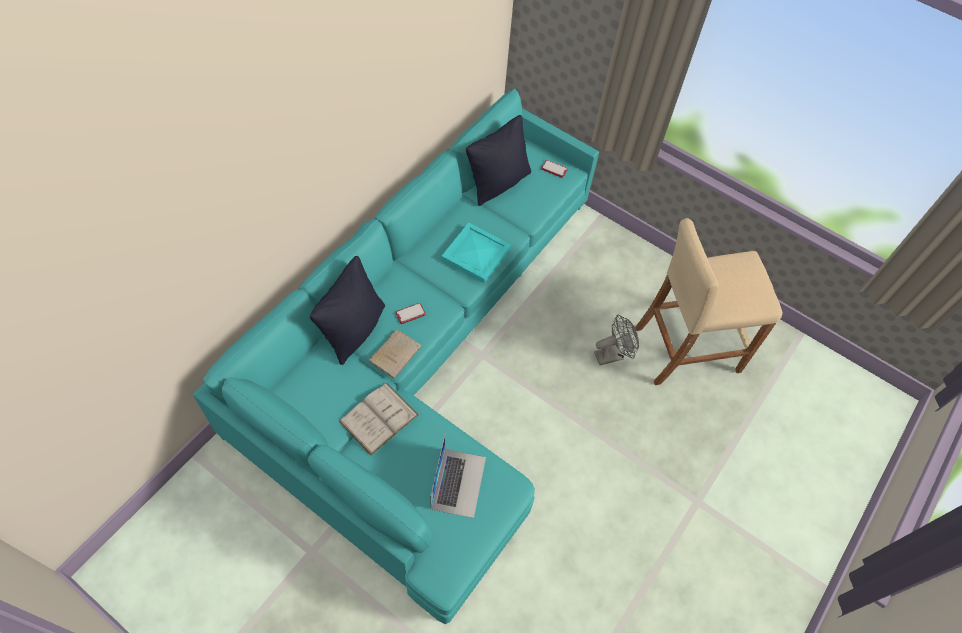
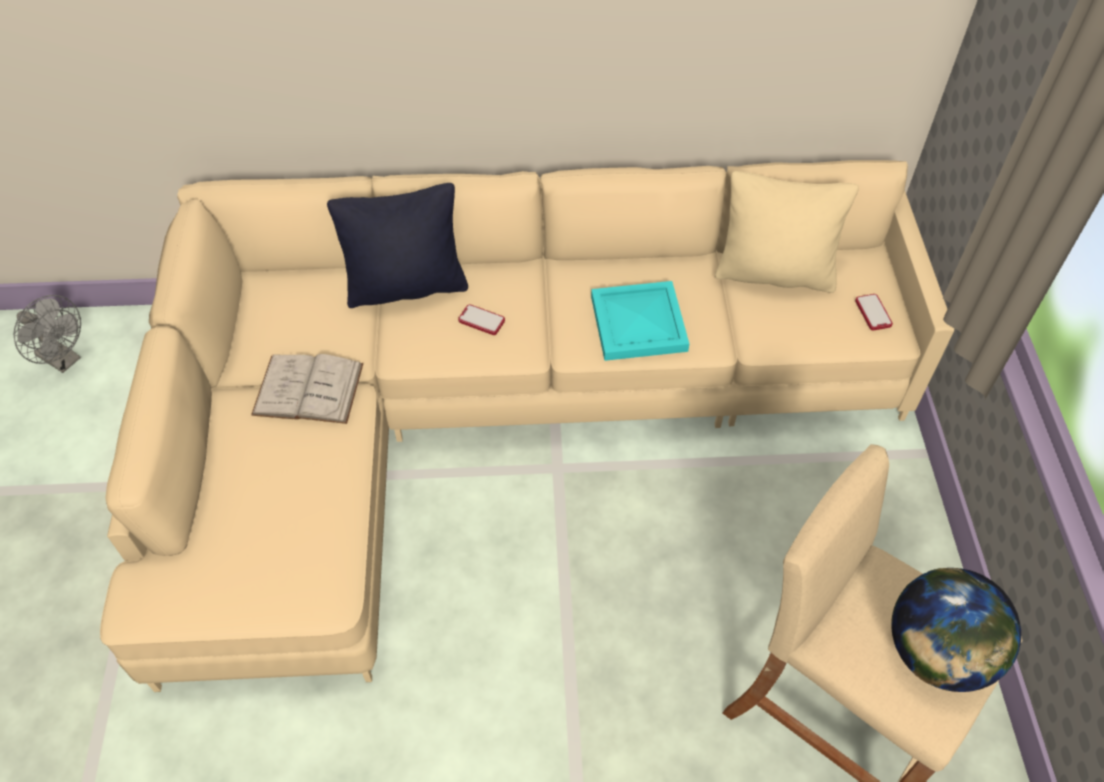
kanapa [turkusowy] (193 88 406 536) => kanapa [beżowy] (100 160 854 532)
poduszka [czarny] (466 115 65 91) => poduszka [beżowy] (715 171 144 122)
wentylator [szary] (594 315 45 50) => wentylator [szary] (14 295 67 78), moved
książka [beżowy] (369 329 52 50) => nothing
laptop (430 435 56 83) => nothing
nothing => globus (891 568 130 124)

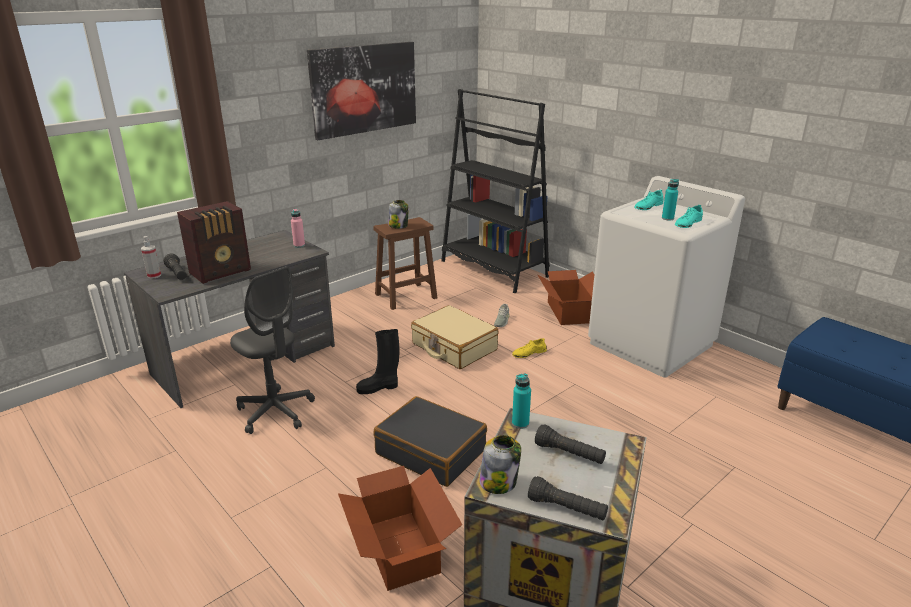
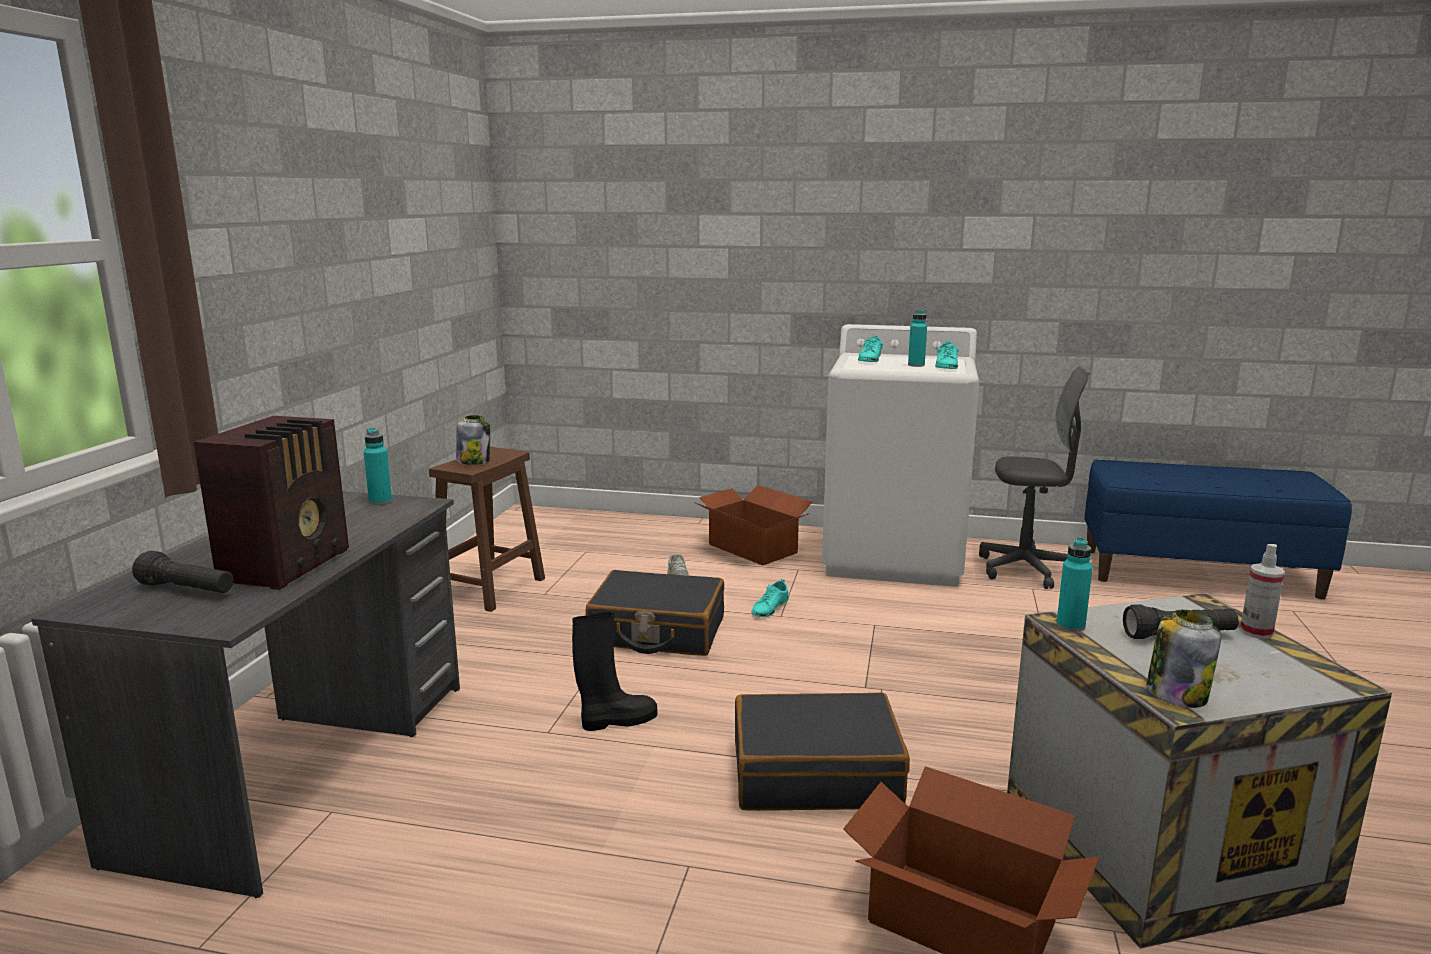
obraz (307 42 109 98) => nothing
regał [czarny] (441 89 109 204) => nothing
butelka [różowy] (291 208 14 40) => butelka [turkusowy] (364 428 28 77)
spryskiwacz (141 236 20 43) => spryskiwacz (1240 544 45 95), moved
krzesło biurowe [szary] (230 266 85 168) => krzesło biurowe [szary] (979 366 111 223), moved
walizka [beżowy] (411 305 87 64) => walizka [czarny] (585 570 139 86)
but z cholewką [czarny] (356 329 43 65) => but z cholewką [czarny] (572 612 85 119), 150 degrees counterclockwise
but [żółty] (512 338 35 20) => but [turkusowy] (751 579 38 38)
latarka [czarny] (528 476 80 44) => nothing

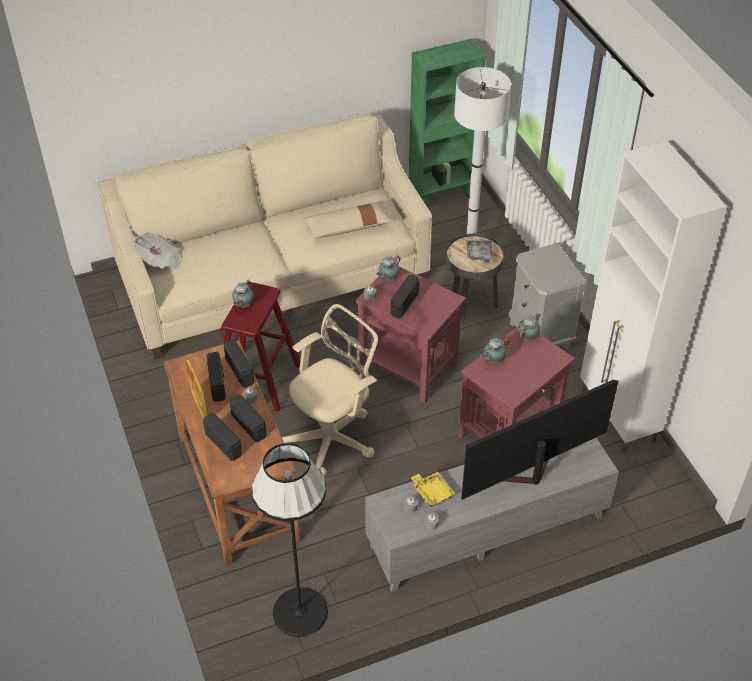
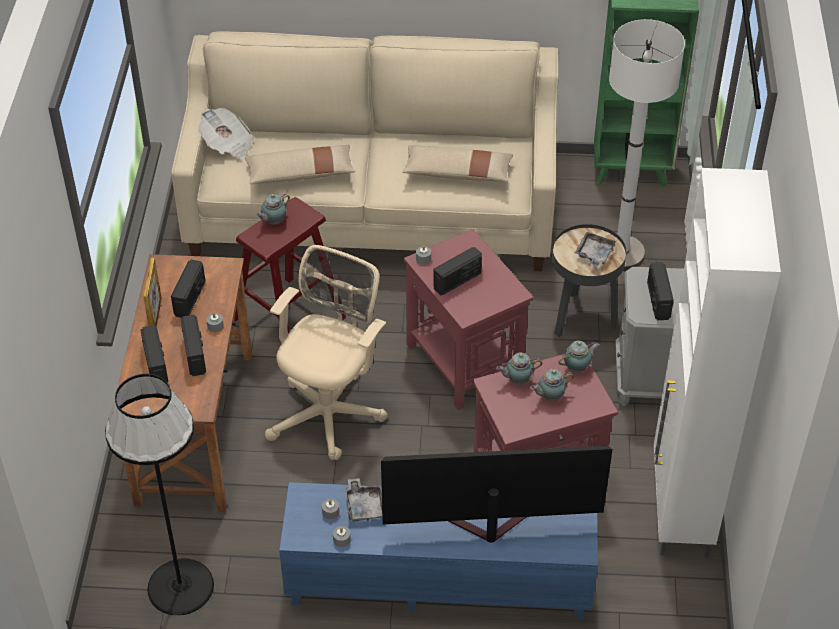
imbryk (376 256 25 25) => imbryk (530 369 44 33), moved
krzesło biurowe [beżowy] (282 304 96 172) => krzesło biurowe [beżowy] (265 245 123 215), 45 degrees counterclockwise
radio (224 340 30 48) => radio (647 262 27 58), moved
szafka pod telewizor [szary] (365 438 254 154) => szafka pod telewizor [niebieski] (279 482 319 138)
taca [żółty] (411 472 44 35) => taca [szary] (345 478 37 44)
nothing => poduszka [beżowy] (245 145 110 39)

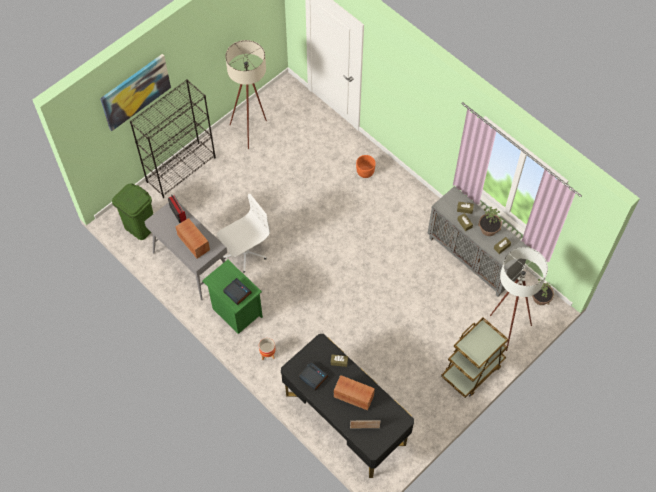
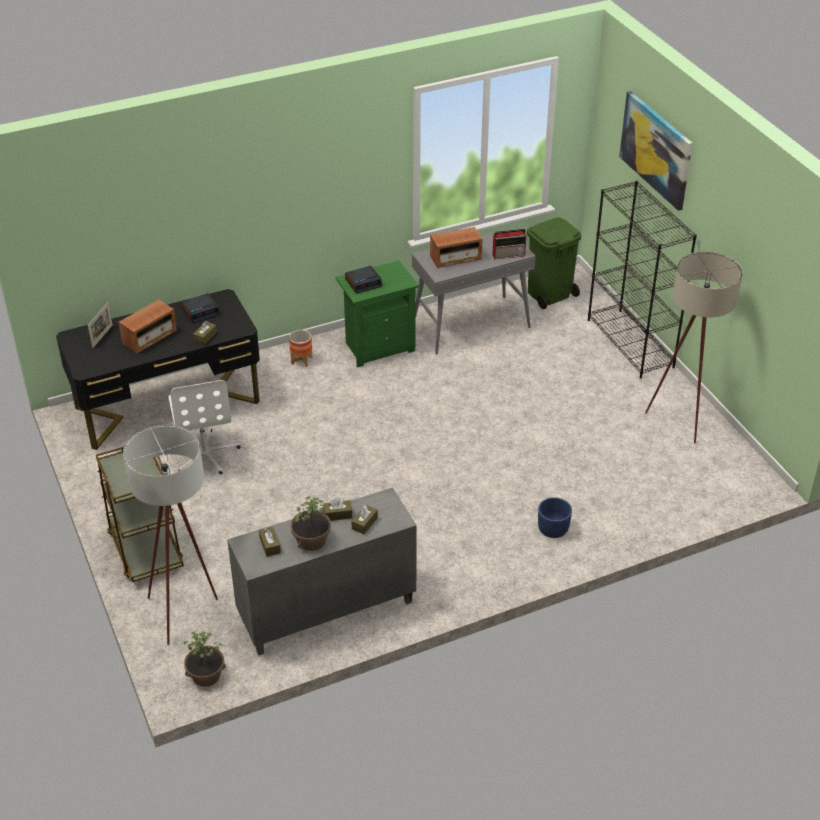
donica [pomarańczowy] (356 155 20 23) => donica [niebieski] (538 497 34 41)
krzesło biurowe [biały] (217 194 53 79) => krzesło biurowe [biały] (168 380 73 95), moved

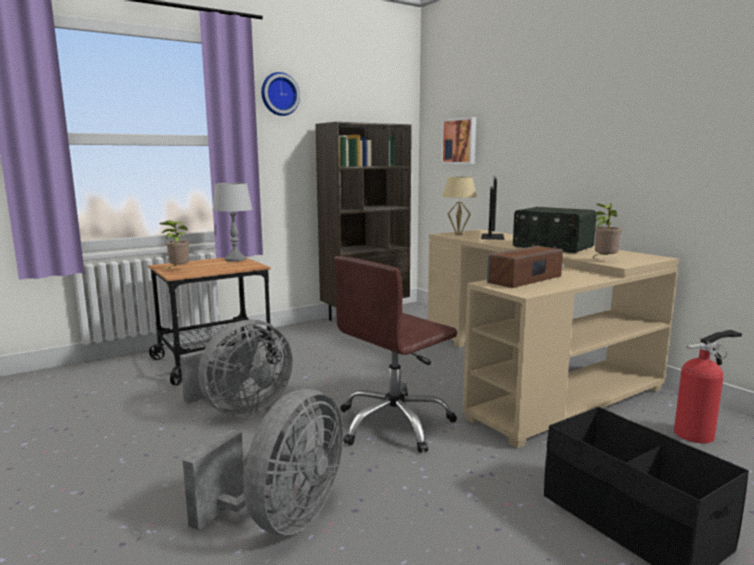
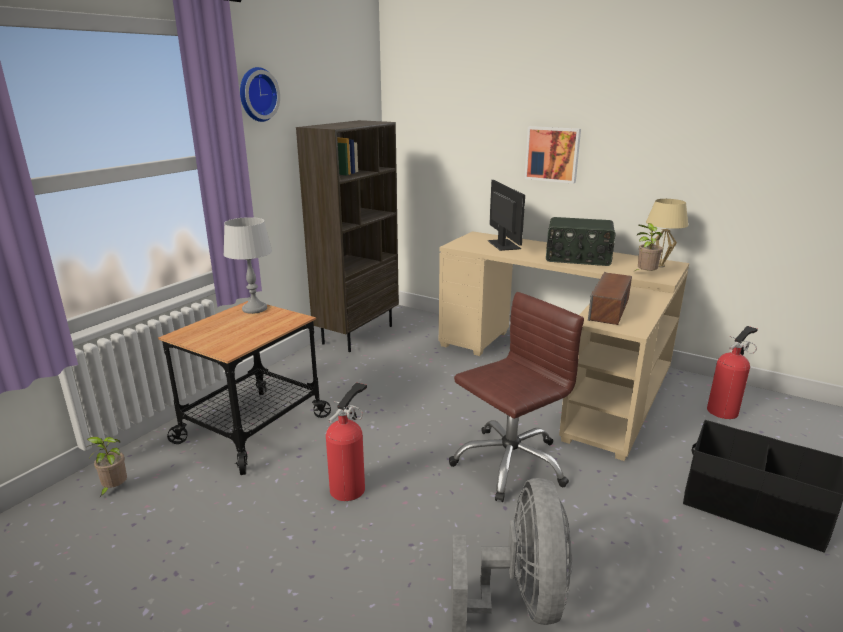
obraz (441 117 35 47) => obraz (524 126 57 58), moved
lampa stołowa [beżowy] (442 177 35 58) => lampa stołowa [beżowy] (646 199 42 68), moved
roślina doniczkowa (159 220 30 50) => roślina doniczkowa (87 437 40 61), moved
krzesło biurowe [brązowy] (334 256 123 197) => krzesło biurowe [brązowy] (449 292 135 210), 150 degrees counterclockwise
wentylator [szary] (180 319 112 97) => gaśnica (326 382 41 119)

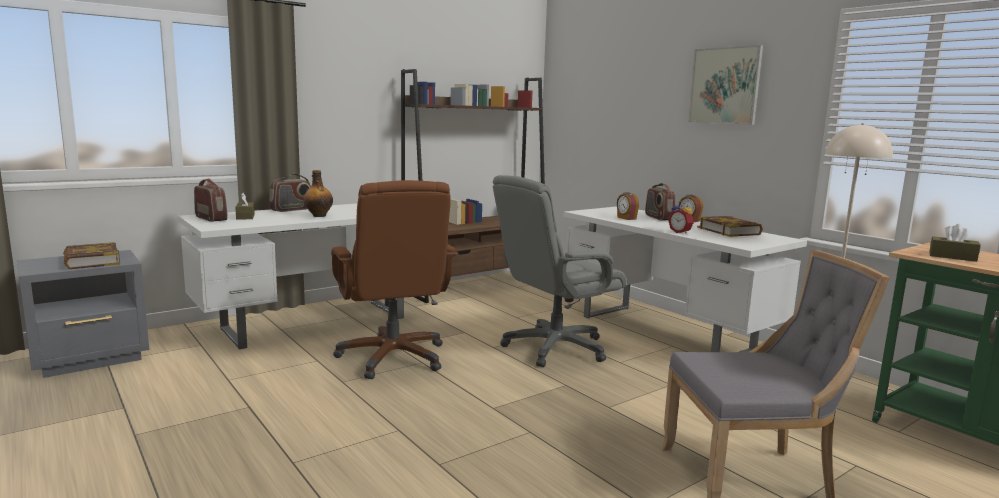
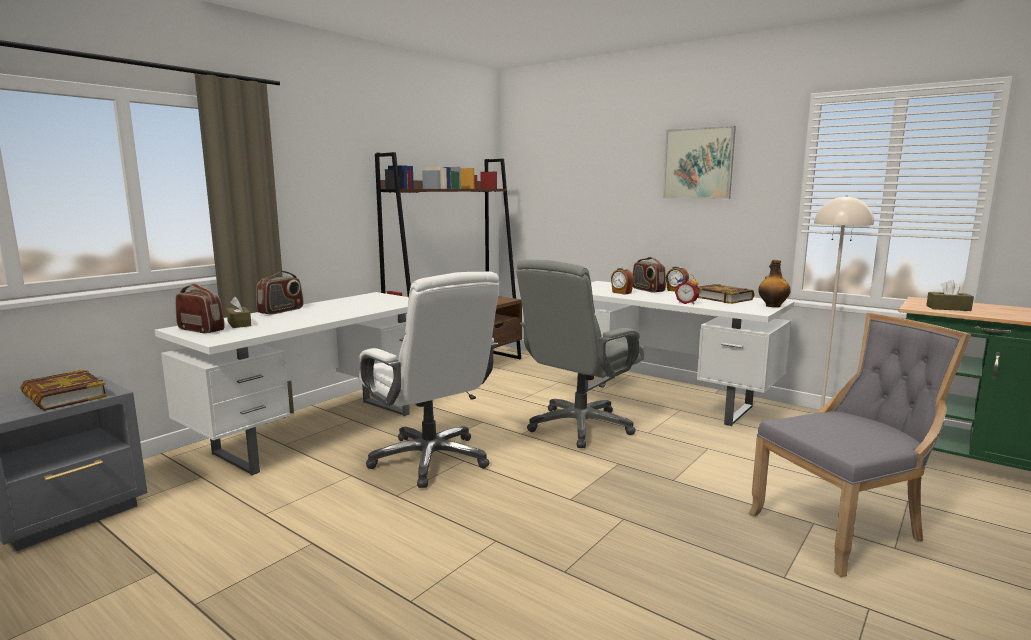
butelka (303 170 30 47) => butelka (758 260 32 48), moved
krzesło biurowe [brązowy] (331 180 126 199) => krzesło biurowe [biały] (359 272 140 216)

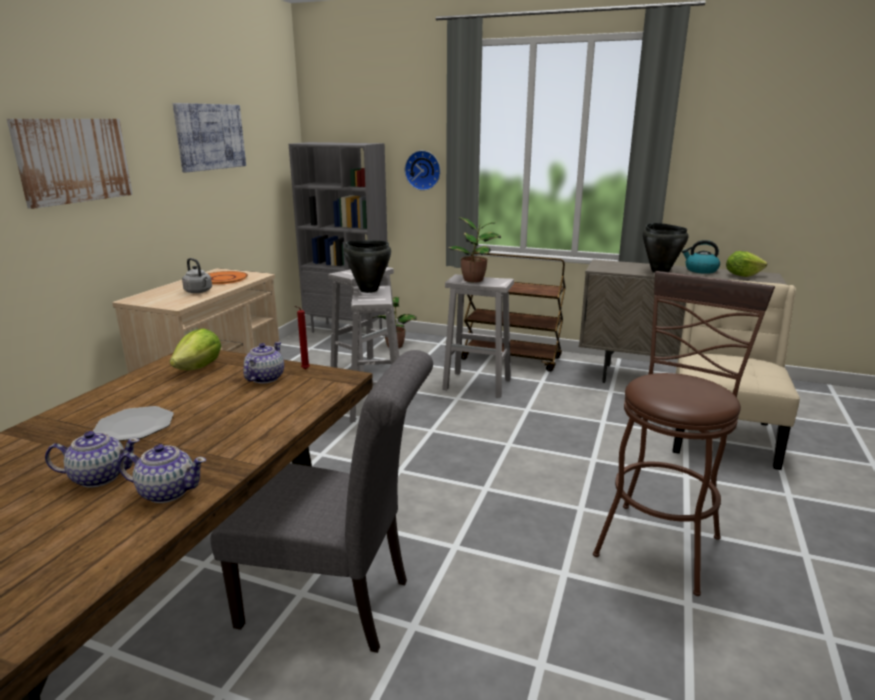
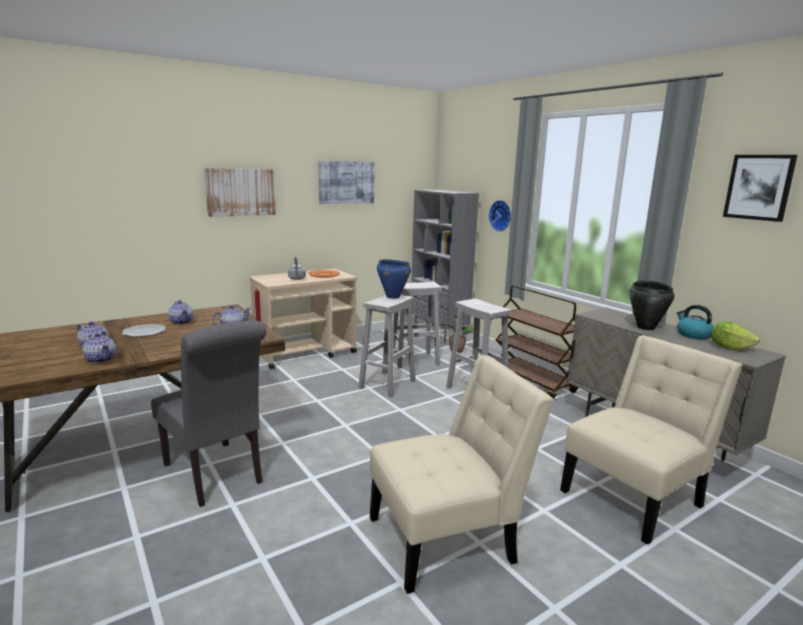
roślina doniczkowa (448 217 53 65) => nothing
garnek [czarny] (344 240 47 53) => garnek [niebieski] (377 259 34 40)
stołek [brązowy] (593 271 182 325) => krzesło [beżowy] (370 355 184 239)
sałata (169 328 52 42) => nothing
nothing => obraz (723 155 75 67)
nothing => imbryk (168 300 26 25)

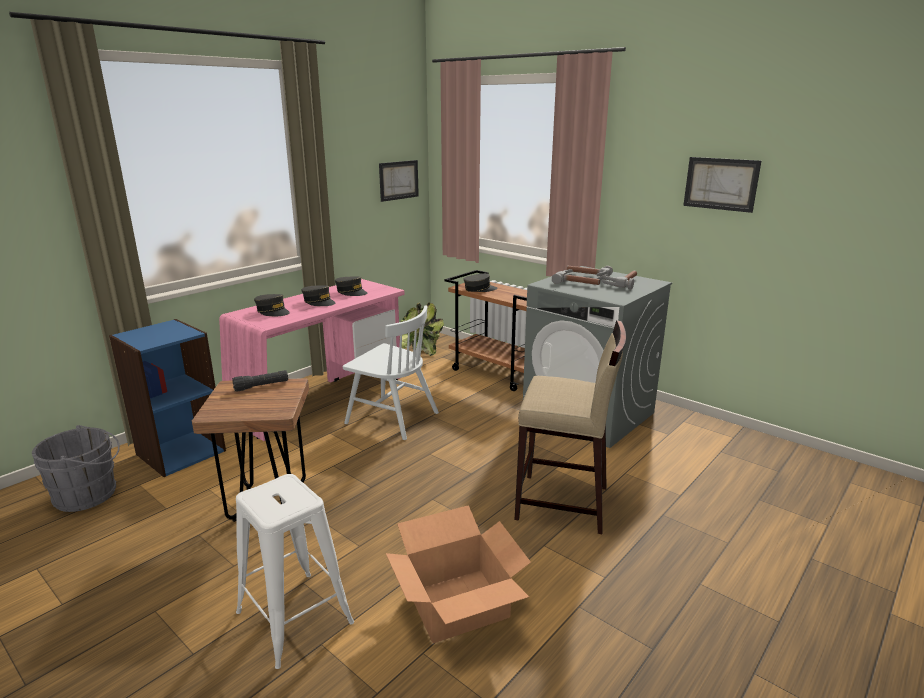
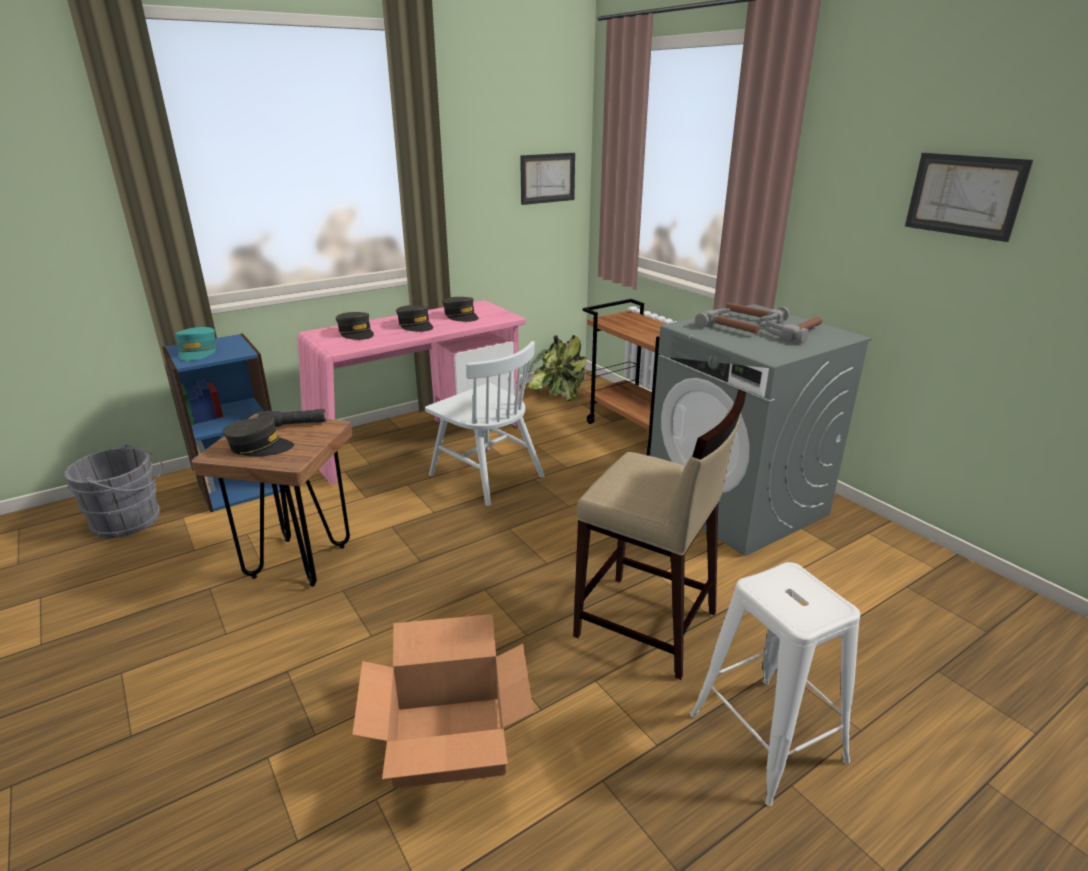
czapka z daszkiem [szary] (463 273 35 19) => czapka z daszkiem [szary] (223 417 71 40), moved
stołek [biały] (236 474 118 195) => stołek [biały] (690 562 170 244), moved
nothing => czapka z daszkiem [turkusowy] (175 327 42 34)

